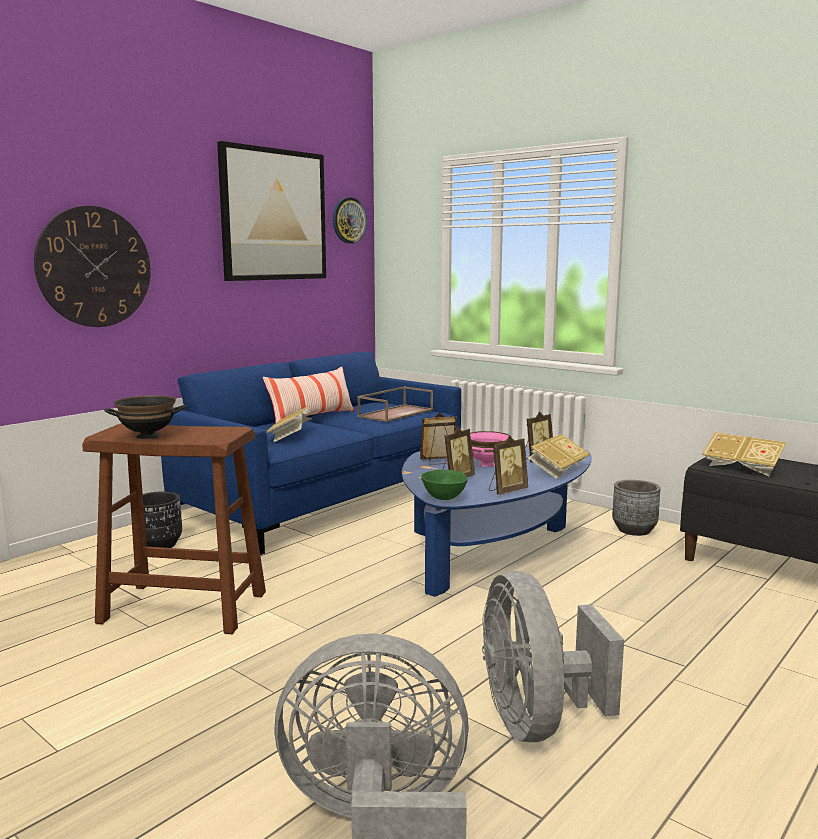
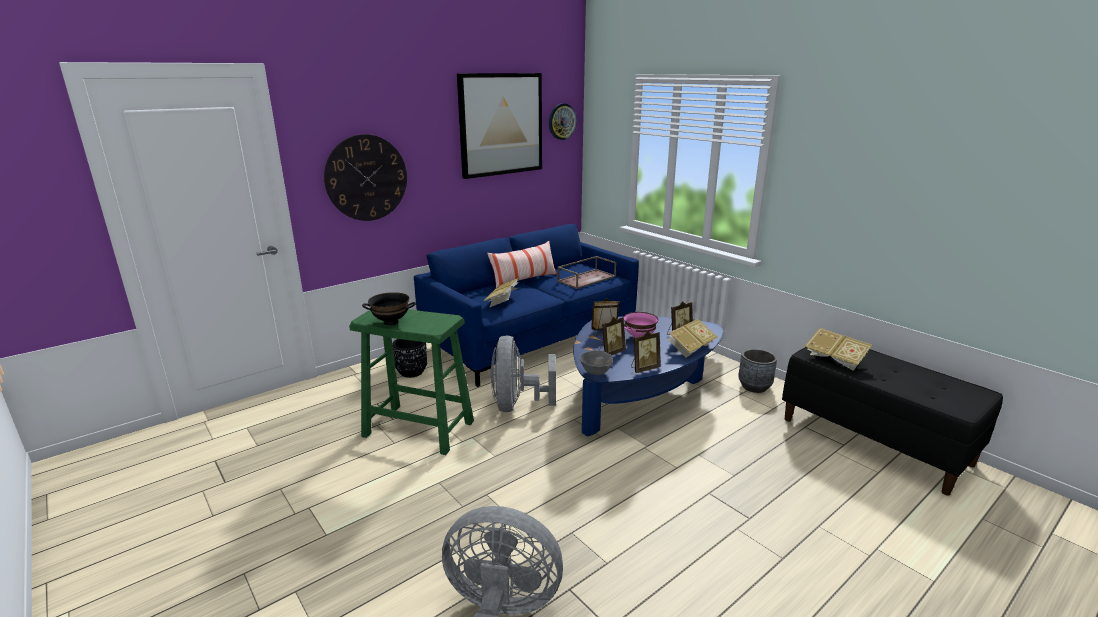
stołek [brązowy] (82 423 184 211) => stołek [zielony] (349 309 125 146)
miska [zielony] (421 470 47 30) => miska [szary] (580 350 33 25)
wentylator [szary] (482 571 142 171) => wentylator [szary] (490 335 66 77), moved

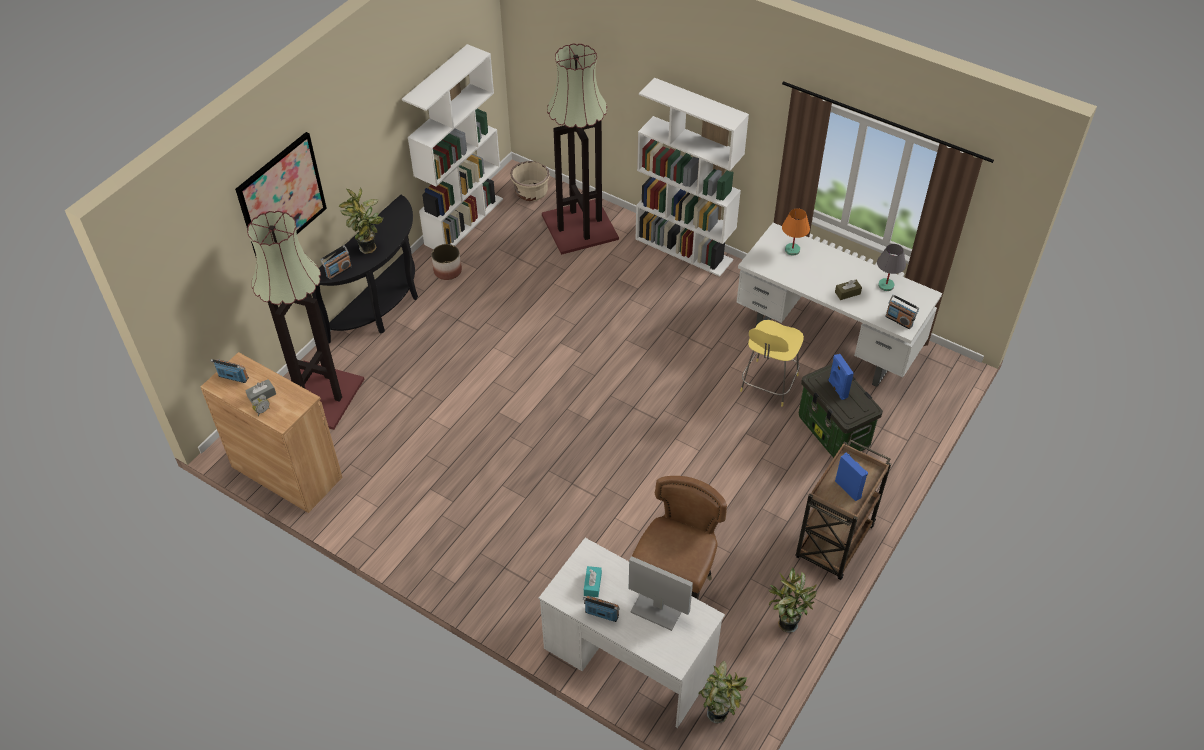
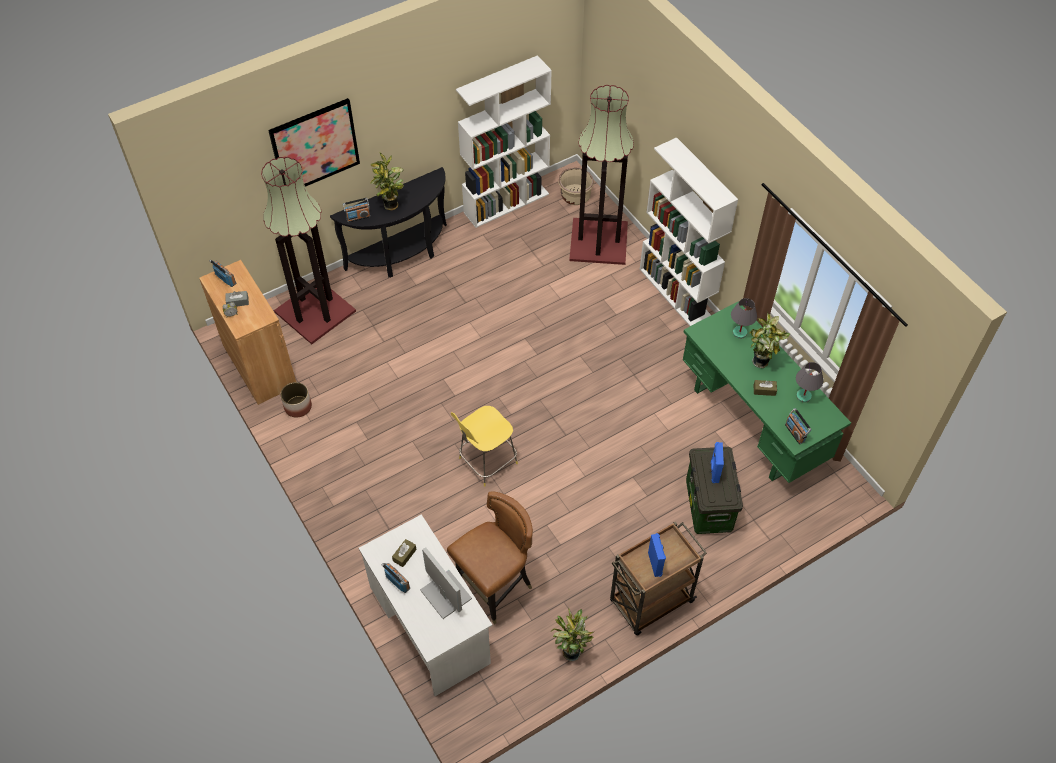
lampa stołowa [pomarańczowy] (782 208 28 47) => lampa stołowa [szary] (731 298 26 41)
biurko [biały] (736 223 206 164) => biurko [zielony] (683 301 168 182)
donica (431 244 31 36) => donica (280 382 32 36), moved
stołek [żółty] (740 320 64 87) => stołek [żółty] (451 406 67 80), moved
pudełko chusteczek [turkusowy] (584 566 18 31) => pudełko chusteczek [brązowy] (392 539 25 28)
roślina doniczkowa (699 661 49 63) => roślina doniczkowa (749 312 42 56), moved

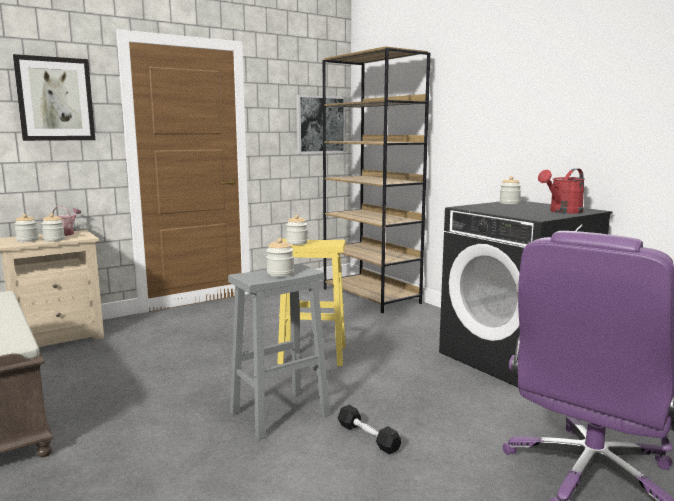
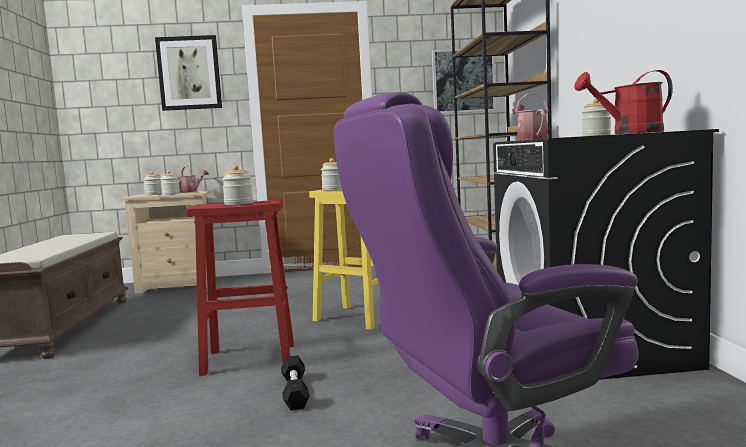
stołek [szary] (228 264 102 176) => stołek [czerwony] (186 199 108 177)
nothing => konewka (512 93 37 47)

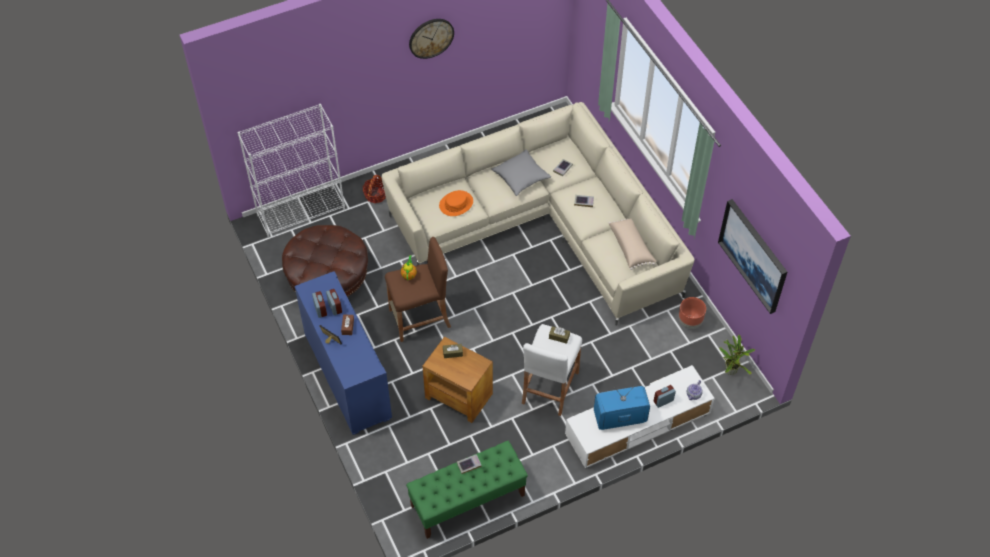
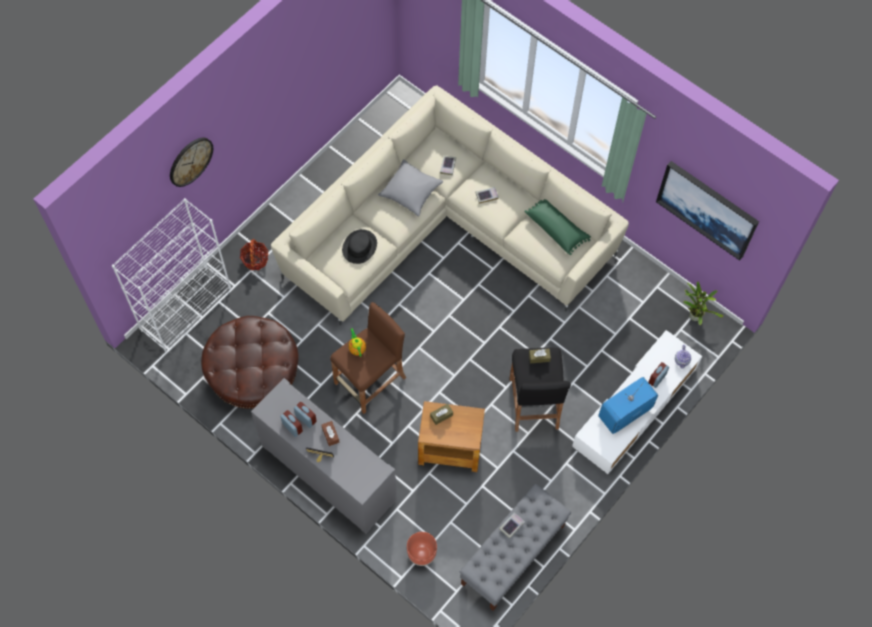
zegar ścienny (409 19 45 40) => zegar ścienny (170 137 43 50), moved
kapelusz [pomarańczowy] (439 190 34 26) => kapelusz [czarny] (342 229 35 35)
poduszka [beżowy] (609 218 47 52) => poduszka [zielony] (525 199 66 56)
szafka [niebieski] (295 271 97 164) => szafka [szary] (251 378 146 156)
donica [brązowy] (679 297 27 32) => donica [brązowy] (407 532 30 34), moved
stołek [biały] (522 324 60 92) => stołek [czarny] (509 348 62 84)
ławka [zielony] (406 441 122 98) => ławka [szary] (460 484 111 127)

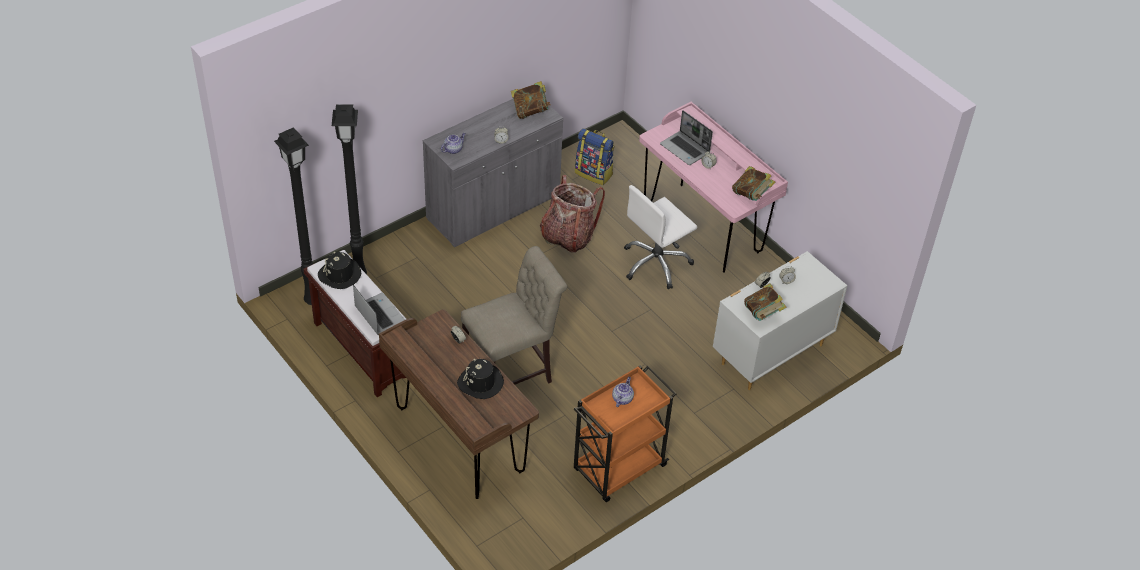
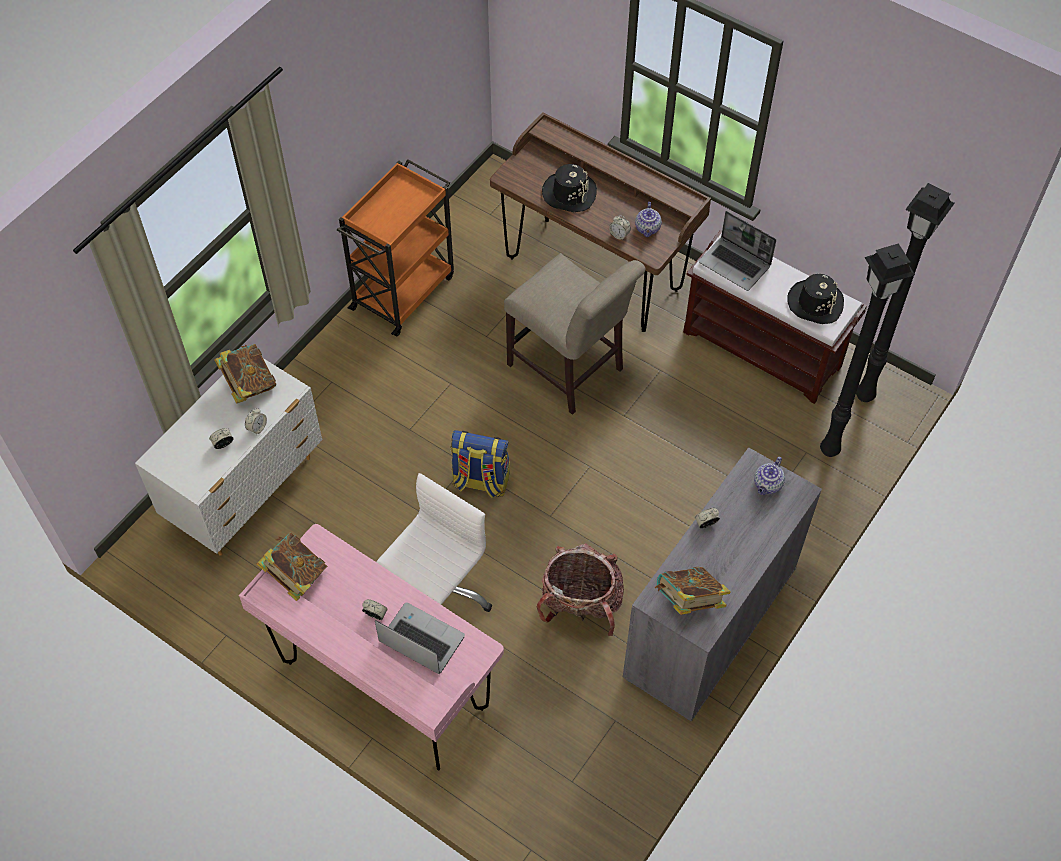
plecak (575 128 39 57) => plecak (451 430 59 68), moved
krzesło [beżowy] (461 246 106 139) => krzesło [beżowy] (504 253 141 162), 90 degrees counterclockwise
imbryk (612 377 22 30) => imbryk (635 201 27 36), moved

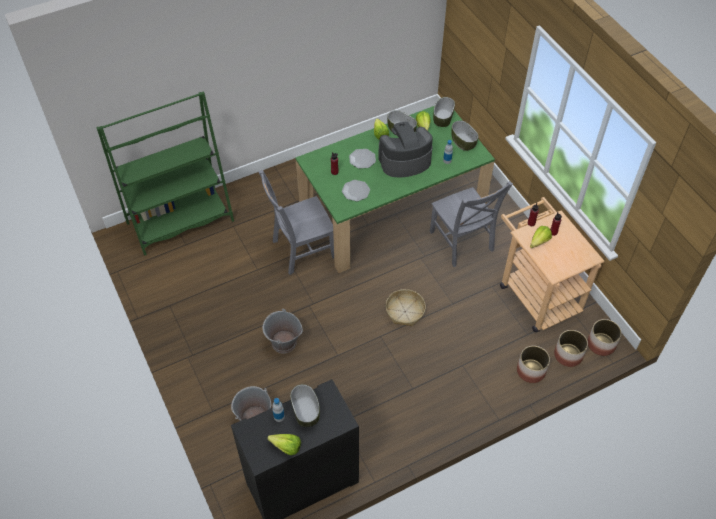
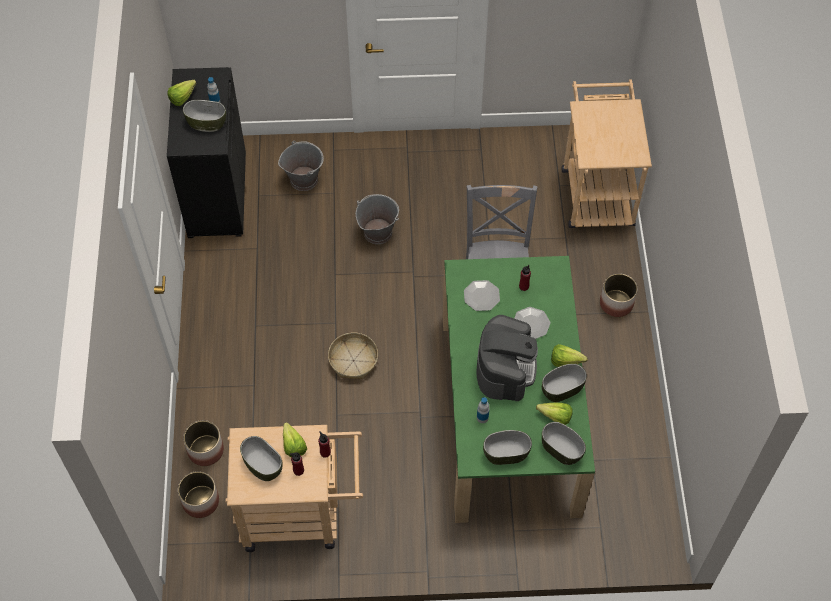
regał [zielony] (97 92 137 164) => wózek [beżowy] (562 79 90 149)
krzesło [szary] (430 181 83 86) => nothing
donica (587 319 35 37) => donica (600 273 37 44), moved
nothing => miska (240 436 42 45)

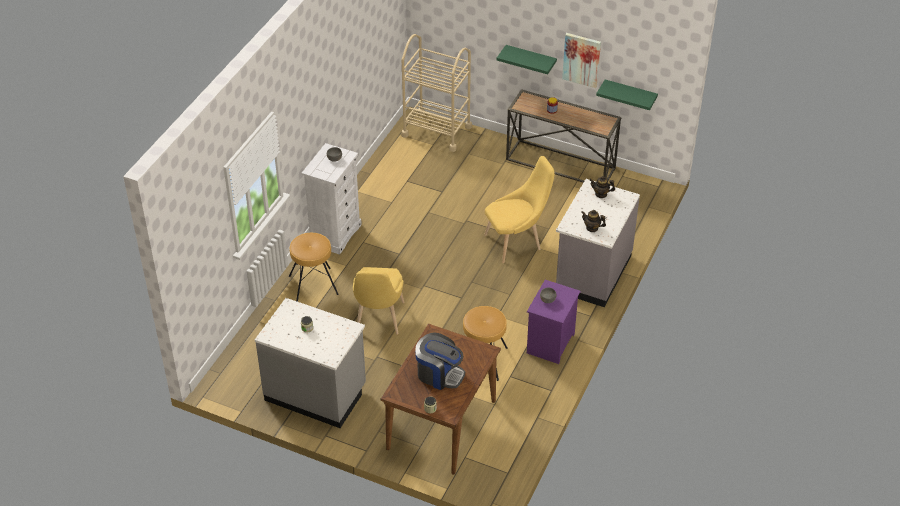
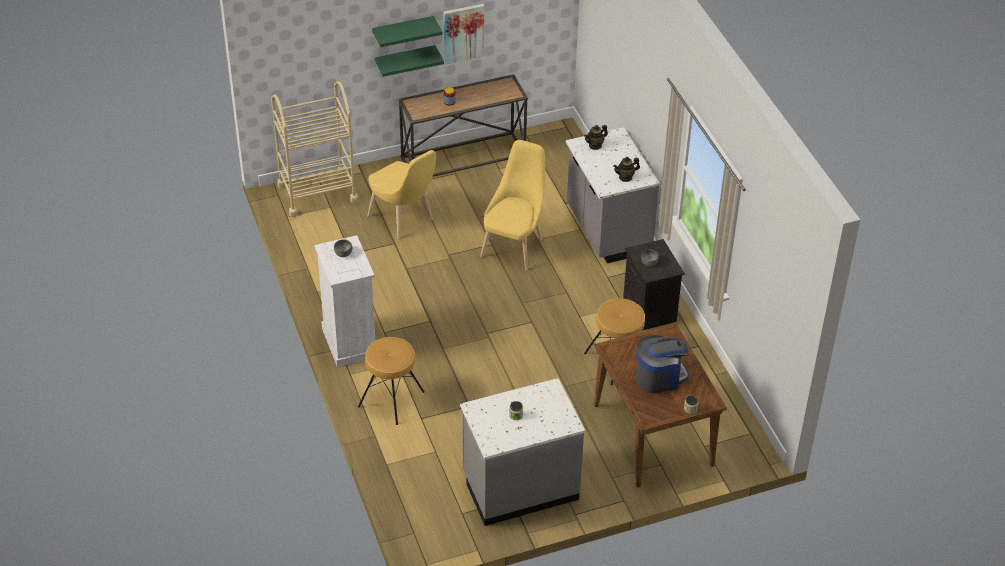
półka [zielony] (596 79 62 31) => półka [zielony] (372 16 71 31), moved
krzesło [żółty] (353 267 52 68) => krzesło [żółty] (367 150 69 89), moved
szafka nocna [fioletowy] (527 280 54 84) => szafka nocna [czarny] (623 239 62 92)

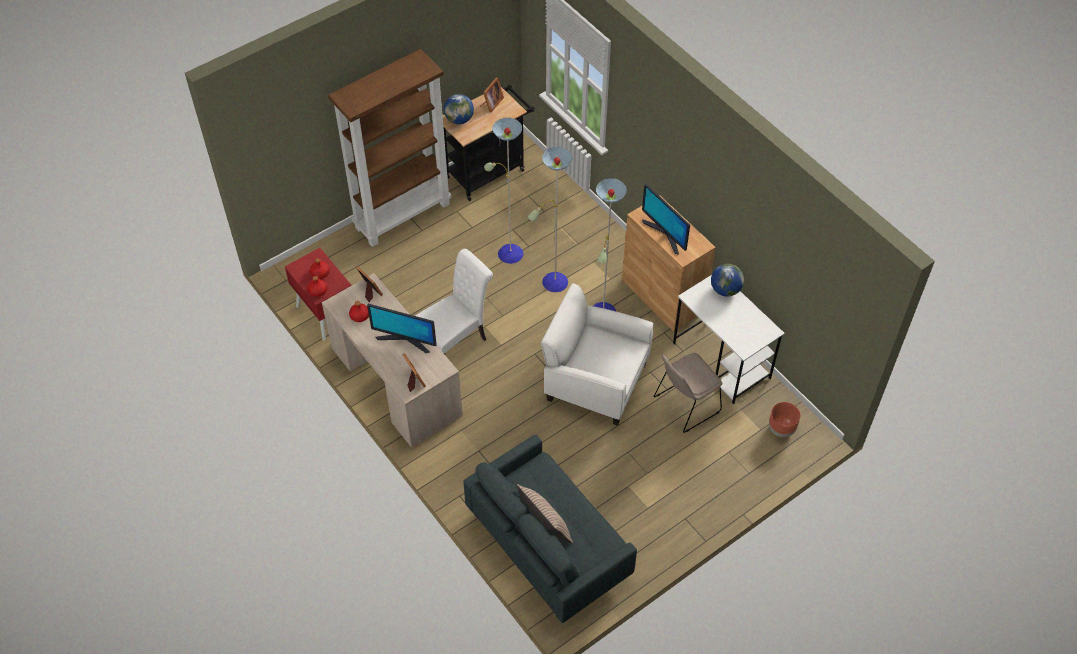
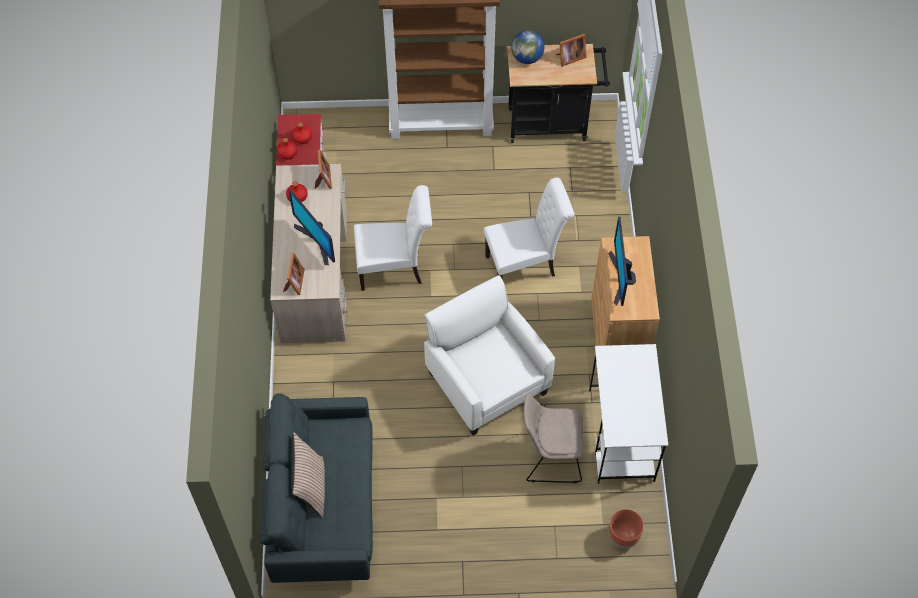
lampa stojąca (484 117 143 194) => krzesło [biały] (484 178 90 100)
globus (711 264 33 33) => nothing

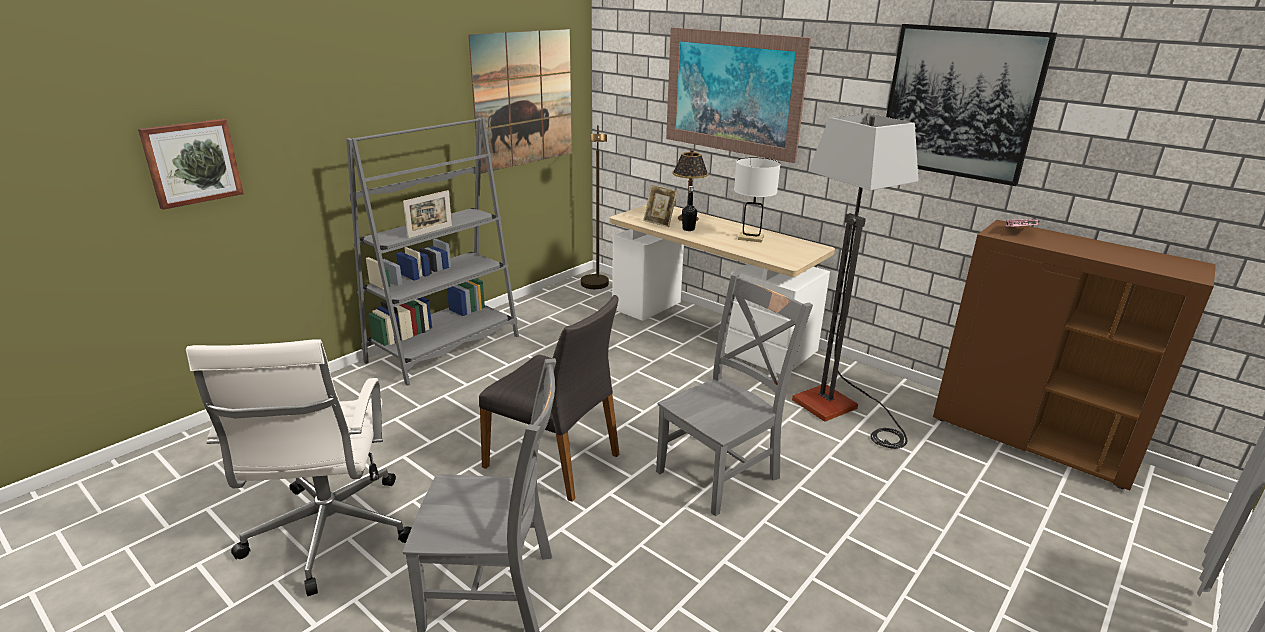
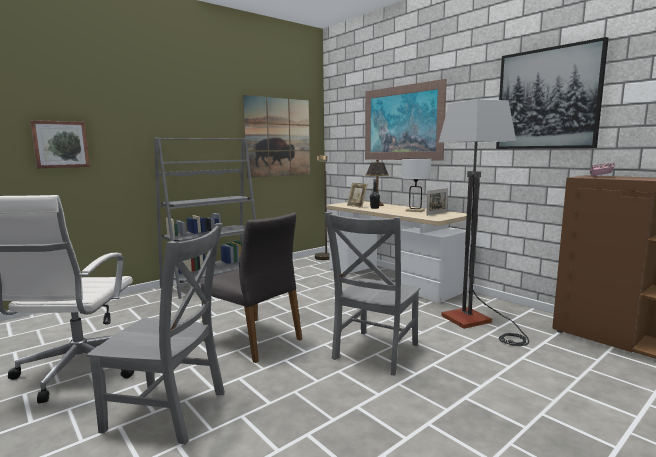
ramka na zdjęcie (403 190 49 48) => ramka na zdjęcie (426 188 22 28), moved
krzesło [szary] (656 273 157 243) => krzesło [szary] (324 212 97 163), 150 degrees clockwise

